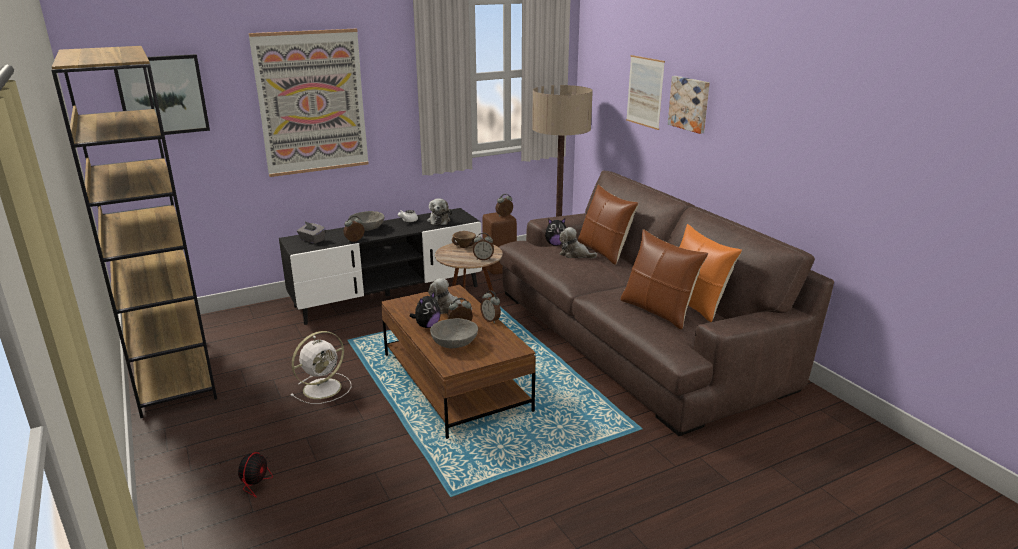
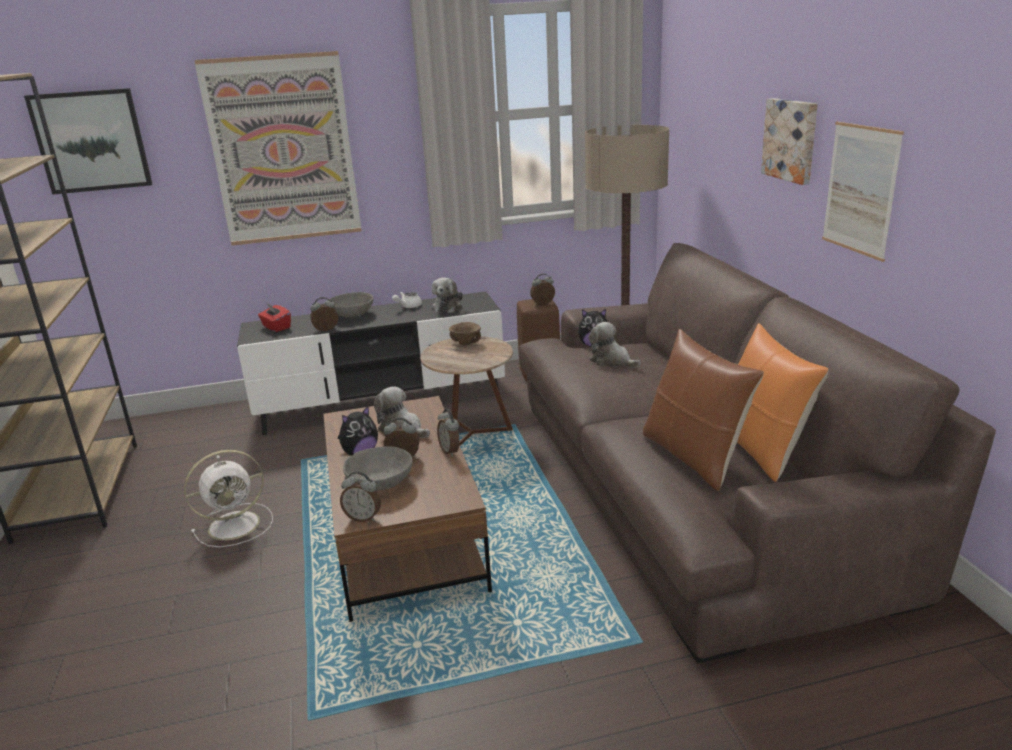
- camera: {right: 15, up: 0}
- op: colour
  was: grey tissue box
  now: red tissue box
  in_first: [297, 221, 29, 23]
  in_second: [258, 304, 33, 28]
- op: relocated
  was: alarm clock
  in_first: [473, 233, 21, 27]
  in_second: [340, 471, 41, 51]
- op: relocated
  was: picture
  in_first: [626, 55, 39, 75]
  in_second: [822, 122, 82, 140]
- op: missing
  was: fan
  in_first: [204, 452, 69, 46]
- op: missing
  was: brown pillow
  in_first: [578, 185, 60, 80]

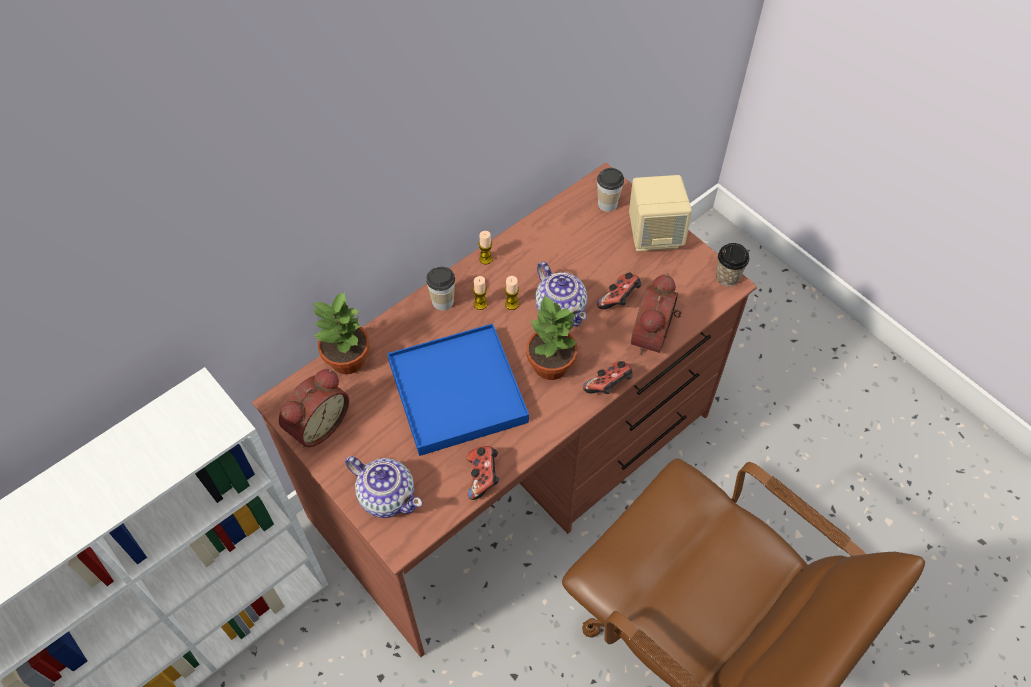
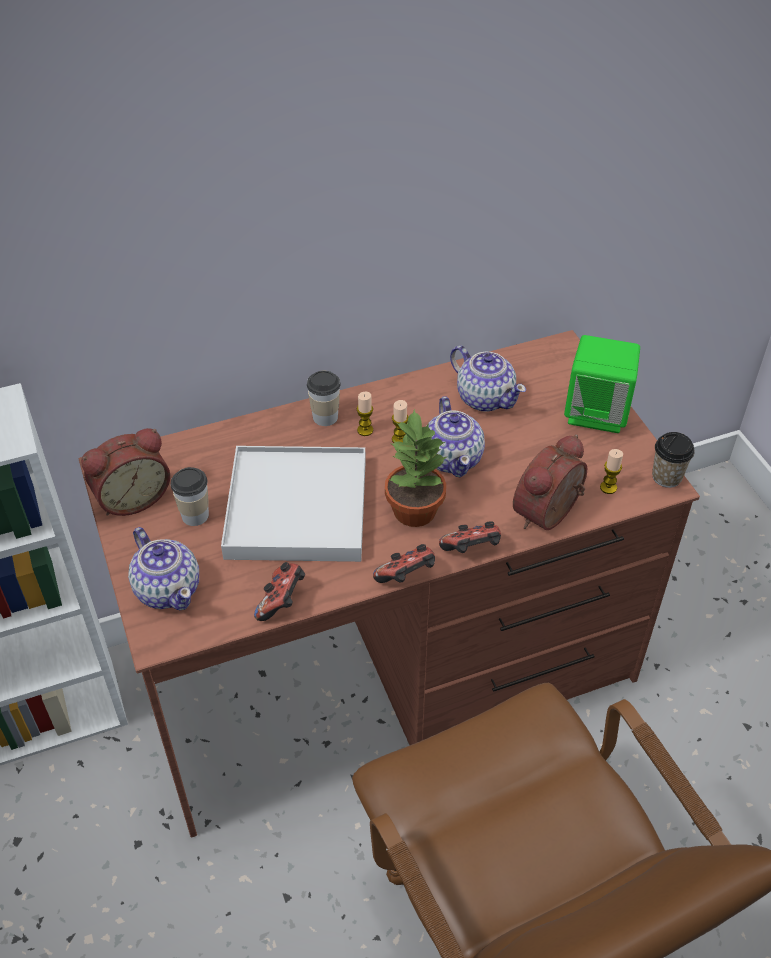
- camera: {right: 20, up: -10}
- op: relocated
  was: cup
  in_first: [597, 168, 27, 44]
  in_second: [171, 467, 38, 59]
- op: colour
  was: blue tray
  now: white tray
  in_first: [387, 323, 142, 133]
  in_second: [221, 446, 145, 116]
- op: relocated
  was: game controller
  in_first: [597, 272, 45, 38]
  in_second: [373, 544, 62, 39]
- op: appeared
  now: teapot
  in_second: [450, 345, 76, 67]
- op: colour
  was: beige speaker
  now: green speaker
  in_first: [629, 175, 63, 76]
  in_second: [564, 335, 76, 98]
- op: relocated
  was: candle
  in_first: [478, 231, 15, 33]
  in_second: [600, 449, 23, 45]
- op: missing
  was: potted plant
  in_first: [312, 292, 58, 82]

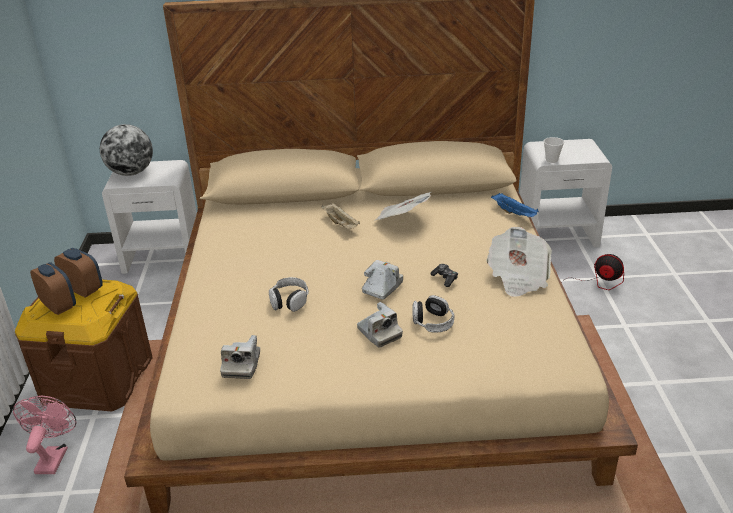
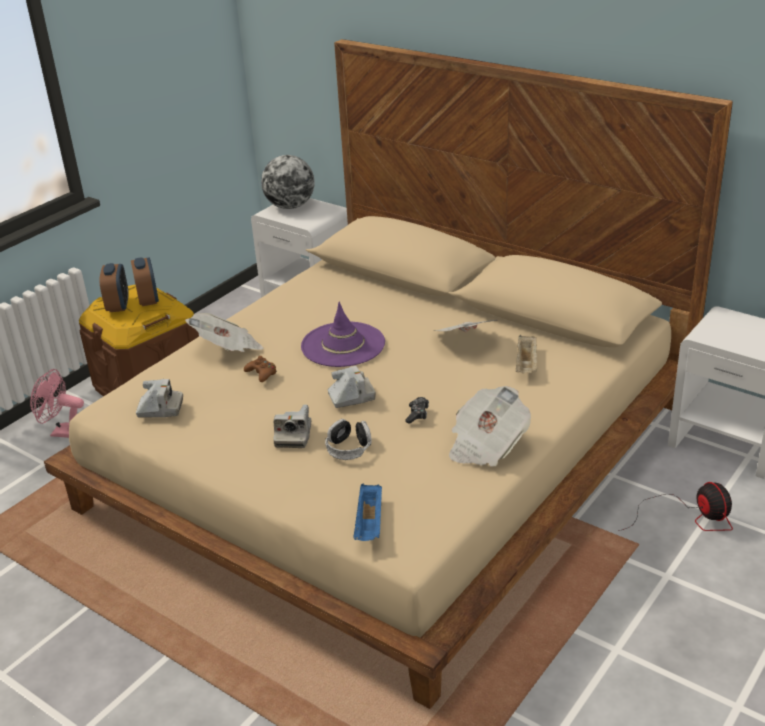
- camera: {right: 40, up: 0}
- op: spun
  was: pink fan
  in_first: [13, 396, 63, 78]
  in_second: [30, 369, 54, 69]
  clockwise: -120
- op: spun
  was: photo camera
  in_first: [220, 335, 40, 44]
  in_second: [136, 379, 47, 39]
  clockwise: -135
- op: appeared
  now: newspaper
  in_second: [185, 313, 79, 39]
- op: exchanged
  was: headphones
  now: brown game controller
  in_first: [269, 277, 40, 35]
  in_second: [244, 356, 33, 26]
- op: appeared
  now: purple hat
  in_second: [301, 302, 84, 65]
- op: relocated
  was: blue tray
  in_first: [491, 193, 48, 24]
  in_second: [353, 484, 29, 57]
- op: relocated
  was: beige tray
  in_first: [322, 203, 38, 26]
  in_second: [516, 335, 21, 38]
- op: missing
  was: cup
  in_first: [544, 137, 20, 26]

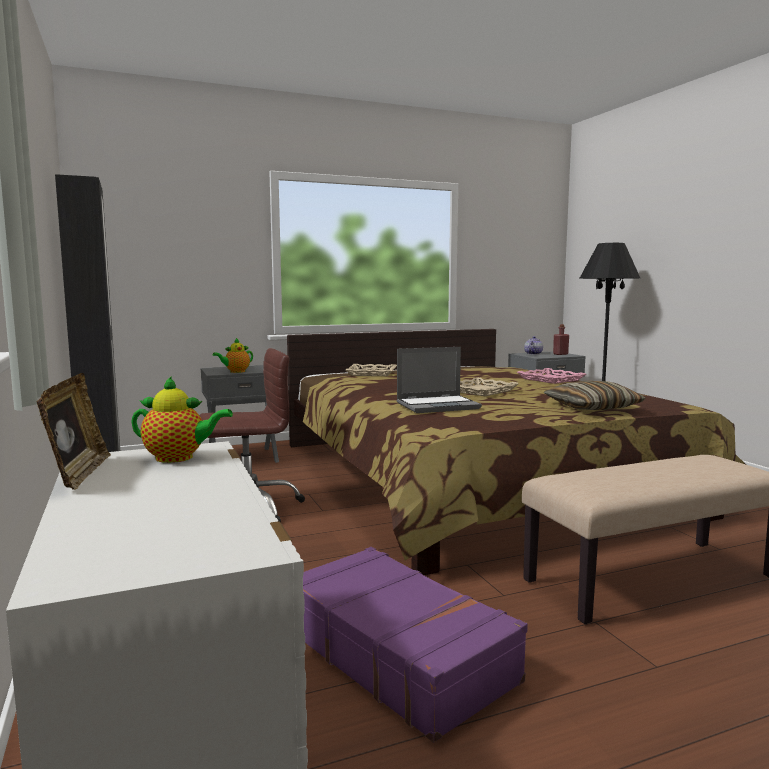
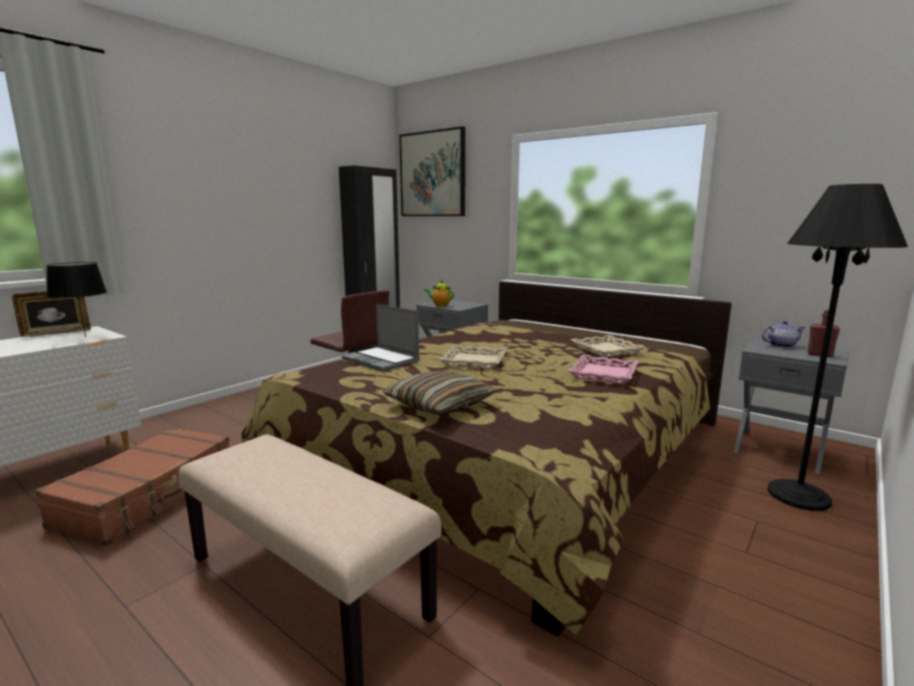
- camera: {right: 60, up: 5}
- op: colour
  was: purple suitcase
  now: brown suitcase
  in_first: [303, 547, 225, 196]
  in_second: [35, 427, 195, 119]
- op: exchanged
  was: teapot
  now: black table lamp
  in_first: [131, 376, 102, 87]
  in_second: [46, 262, 61, 75]
- op: appeared
  now: picture
  in_second: [399, 126, 66, 90]
- op: relocated
  was: beige tray
  in_first: [346, 364, 51, 12]
  in_second: [571, 335, 74, 22]

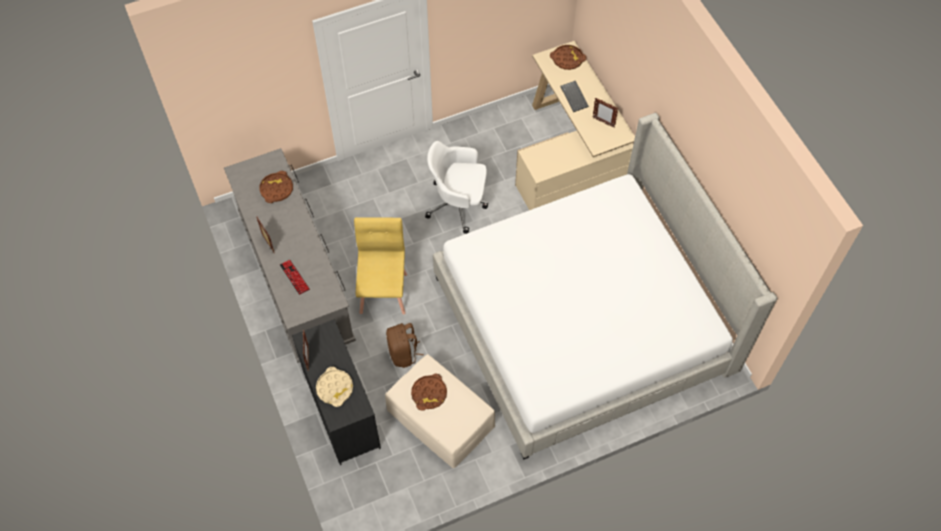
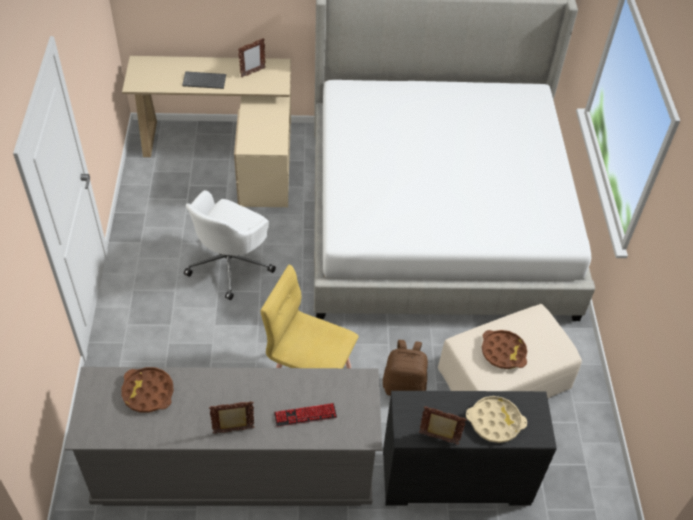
- camera: {right: -70, up: -10}
- op: missing
  was: brown tray
  in_first: [550, 45, 36, 25]

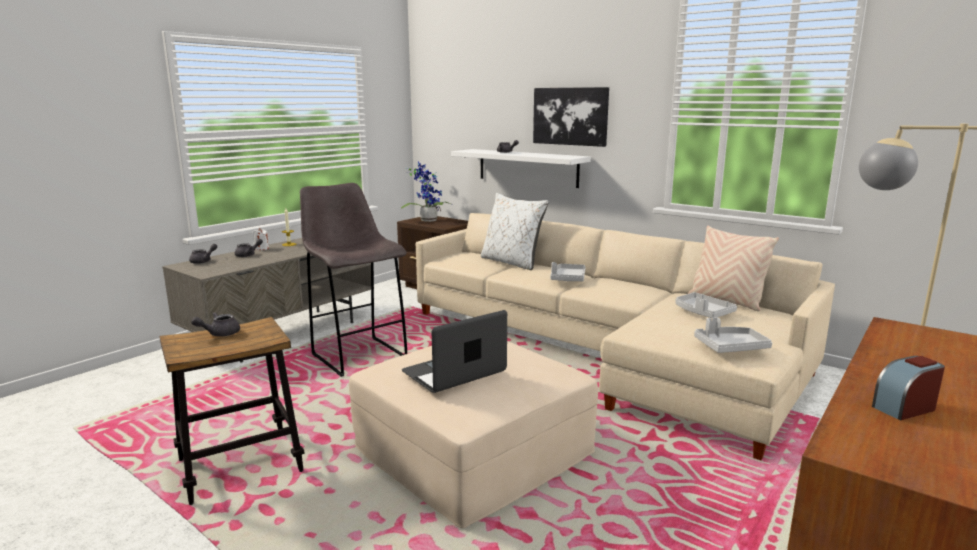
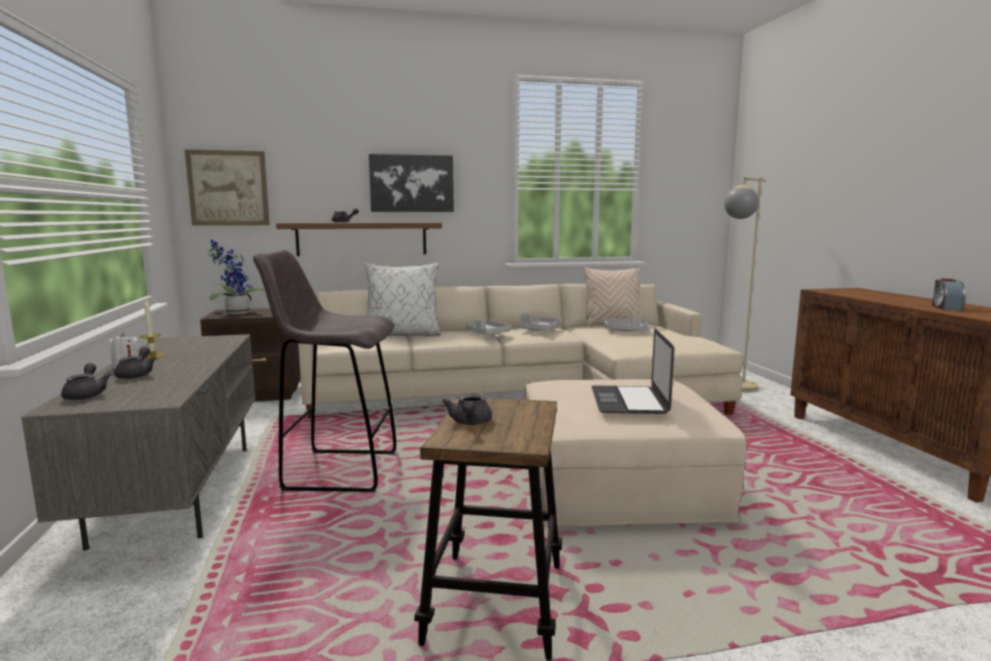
- camera: {right: -50, up: -5}
- op: appeared
  now: picture
  in_second: [185, 150, 85, 76]
- op: colour
  was: white shelf
  now: brown shelf
  in_first: [451, 149, 140, 39]
  in_second: [276, 222, 166, 34]
- op: relocated
  was: grey tray
  in_first: [694, 317, 78, 36]
  in_second: [518, 313, 44, 18]

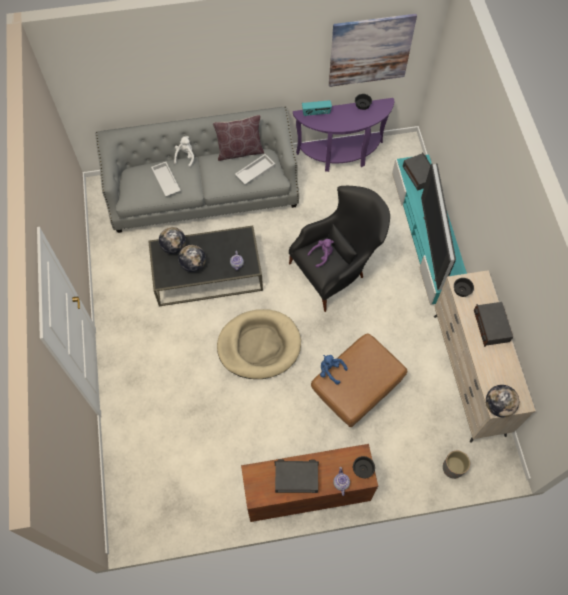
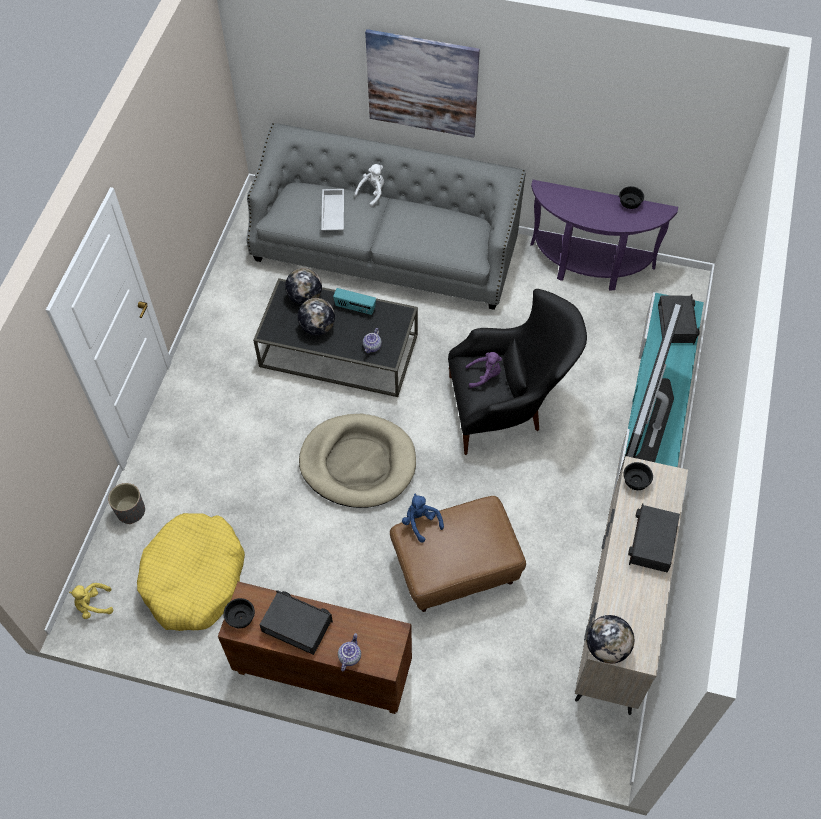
- camera: {right: 25, up: -5}
- op: appeared
  now: yellow plush toy
  in_second: [69, 583, 45, 36]
- op: relocated
  was: grey planter
  in_first: [443, 451, 27, 28]
  in_second: [108, 483, 37, 41]
- op: appeared
  now: yellow dog bed
  in_second: [137, 513, 108, 118]
- op: relocated
  was: black bowl
  in_first: [353, 456, 22, 22]
  in_second: [223, 598, 32, 31]
- op: relocated
  was: radio
  in_first: [302, 100, 30, 16]
  in_second: [333, 288, 43, 27]
- op: relocated
  was: picture
  in_first: [329, 14, 88, 73]
  in_second: [365, 29, 115, 109]
- op: missing
  was: brown pillow
  in_first: [213, 115, 51, 46]
- op: missing
  was: white tray
  in_first: [235, 154, 40, 30]

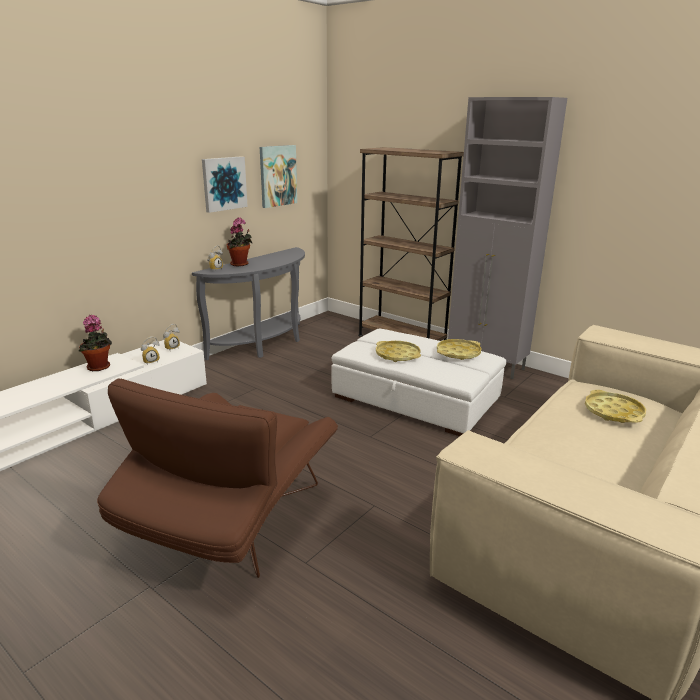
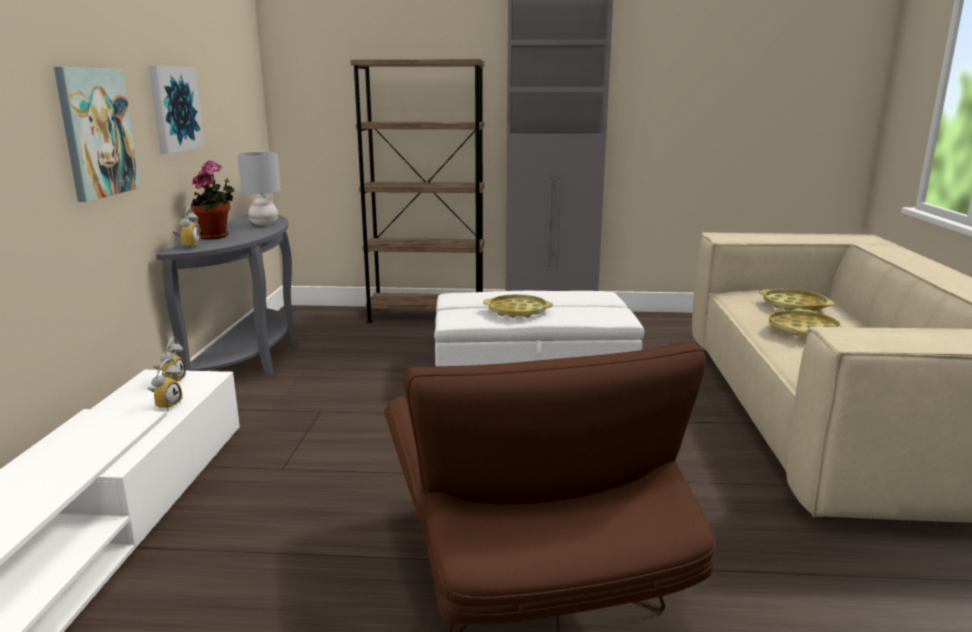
- camera: {right: -35, up: -5}
- op: relocated
  was: picture
  in_first: [260, 145, 37, 63]
  in_second: [54, 67, 87, 135]
- op: appeared
  now: grey table lamp
  in_second: [237, 152, 44, 74]
- op: relocated
  was: yellow tray
  in_first: [437, 339, 45, 21]
  in_second: [769, 309, 73, 27]
- op: missing
  was: potted plant
  in_first: [79, 315, 33, 56]

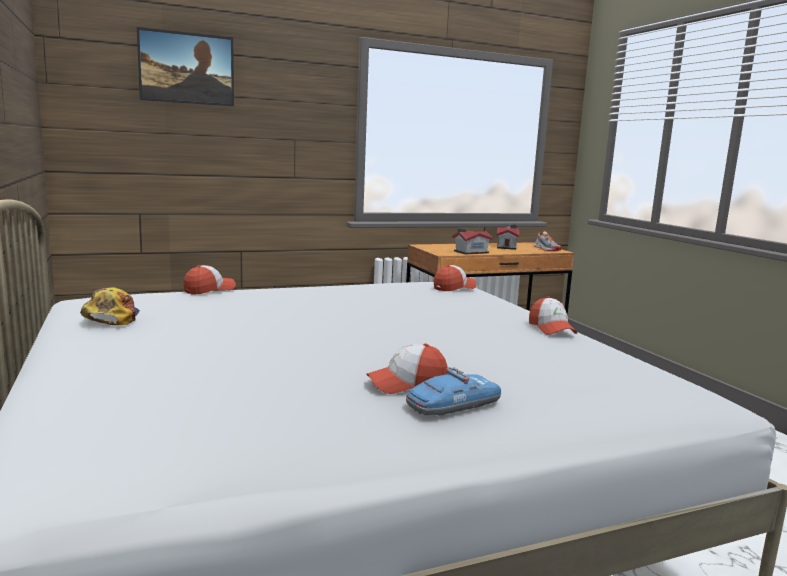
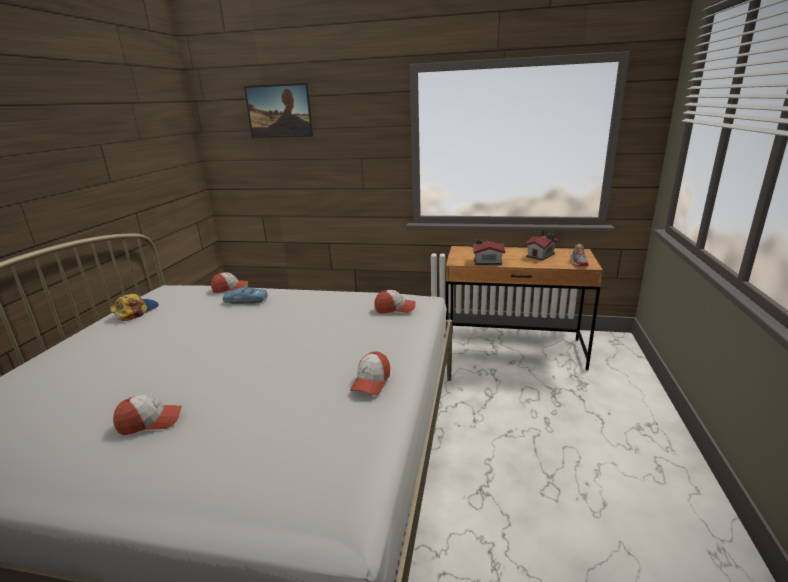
- camera: {right: 35, up: 10}
- op: spun
  was: cap
  in_first: [366, 343, 81, 51]
  in_second: [113, 395, 69, 40]
  clockwise: 150
- op: relocated
  was: toy car
  in_first: [406, 367, 95, 49]
  in_second: [223, 285, 45, 19]

